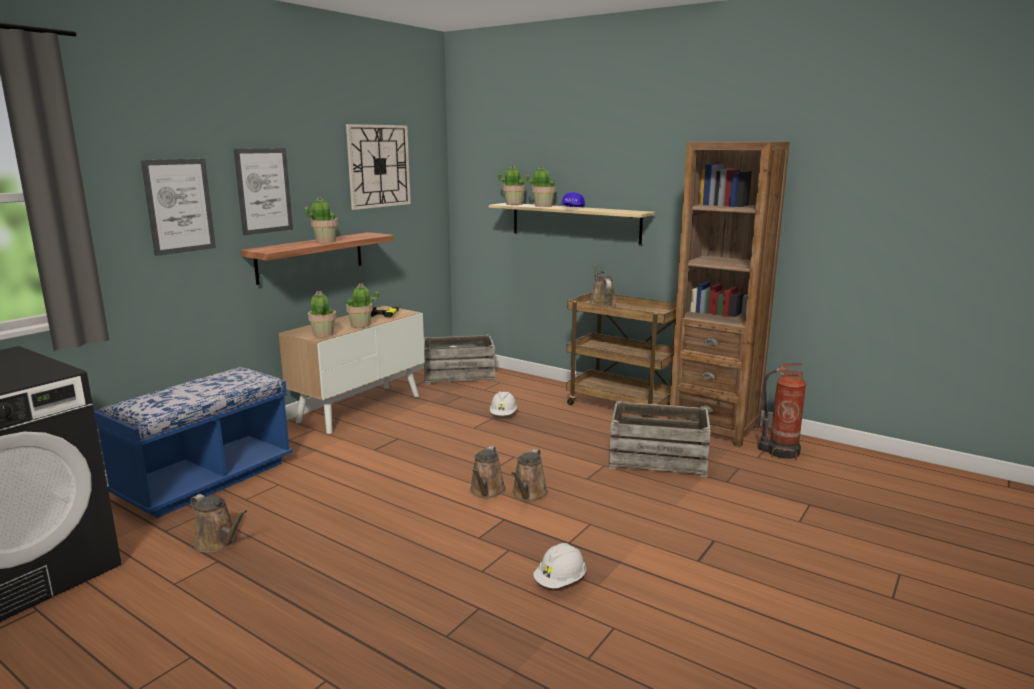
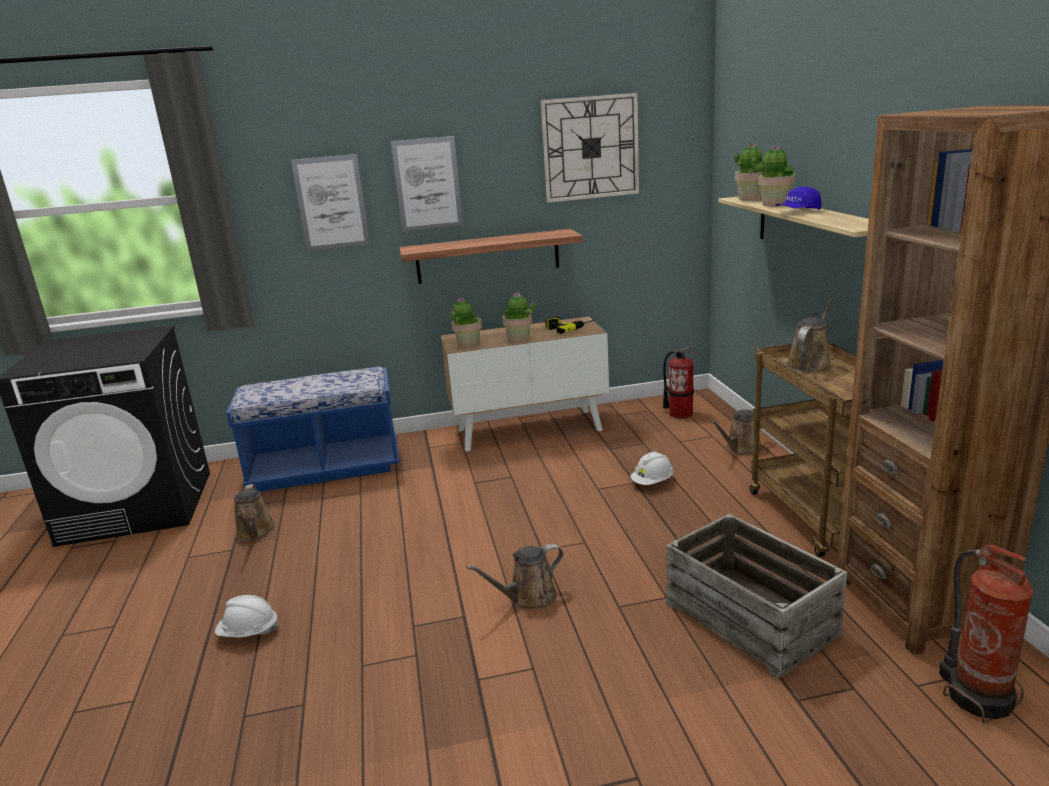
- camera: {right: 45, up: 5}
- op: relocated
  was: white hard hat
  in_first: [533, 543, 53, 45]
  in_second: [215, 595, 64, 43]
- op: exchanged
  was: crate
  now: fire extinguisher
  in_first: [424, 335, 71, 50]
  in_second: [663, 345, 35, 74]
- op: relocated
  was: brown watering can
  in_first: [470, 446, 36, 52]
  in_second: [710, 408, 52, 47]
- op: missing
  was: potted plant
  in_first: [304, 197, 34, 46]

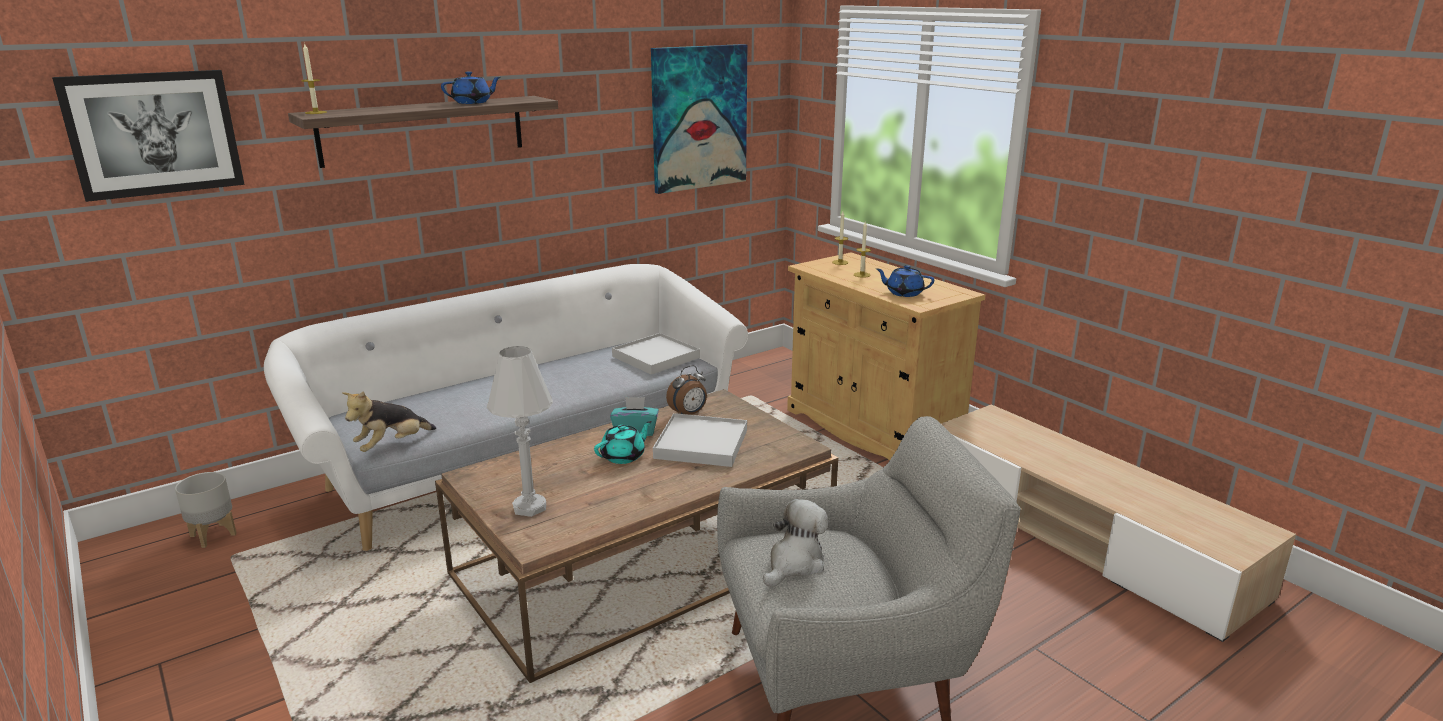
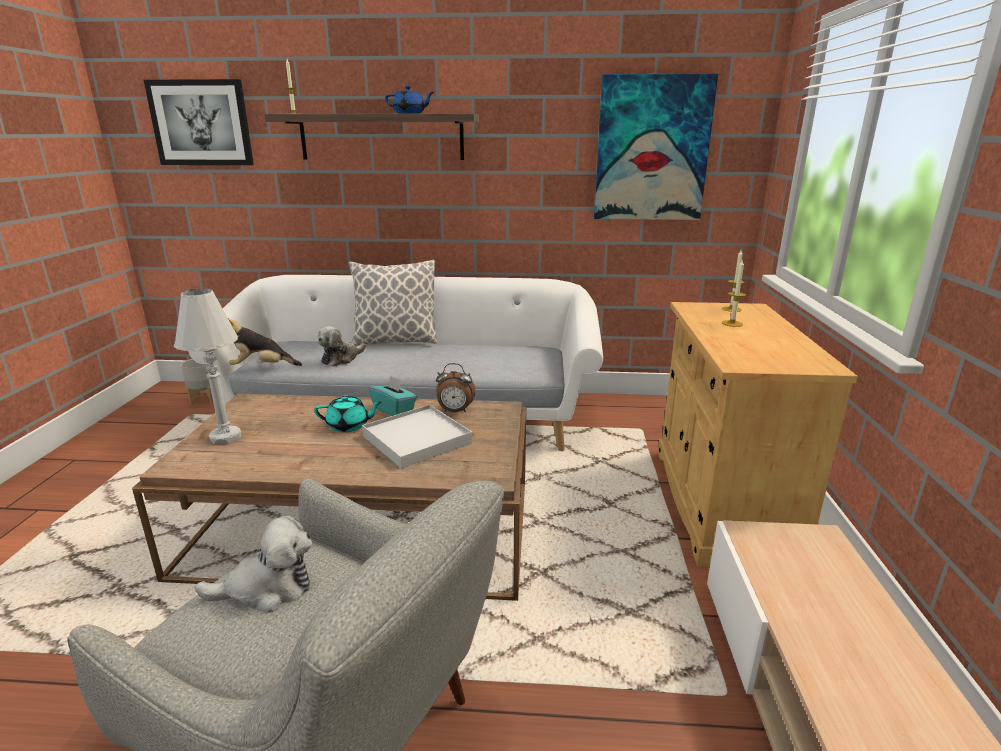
- camera: {right: 40, up: 0}
- op: appeared
  now: plush toy
  in_second: [318, 326, 48, 41]
- op: appeared
  now: pillow
  in_second: [349, 260, 88, 86]
- op: missing
  was: white tray
  in_first: [612, 333, 88, 42]
- op: missing
  was: blue teapot
  in_first: [876, 265, 58, 32]

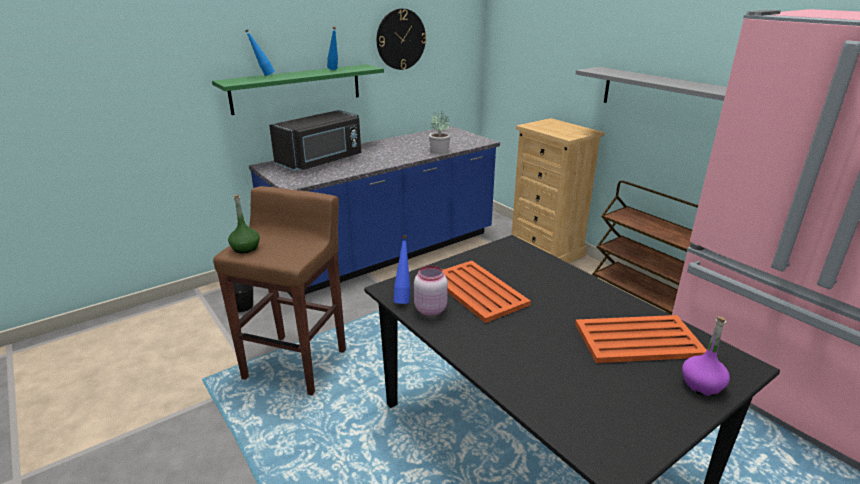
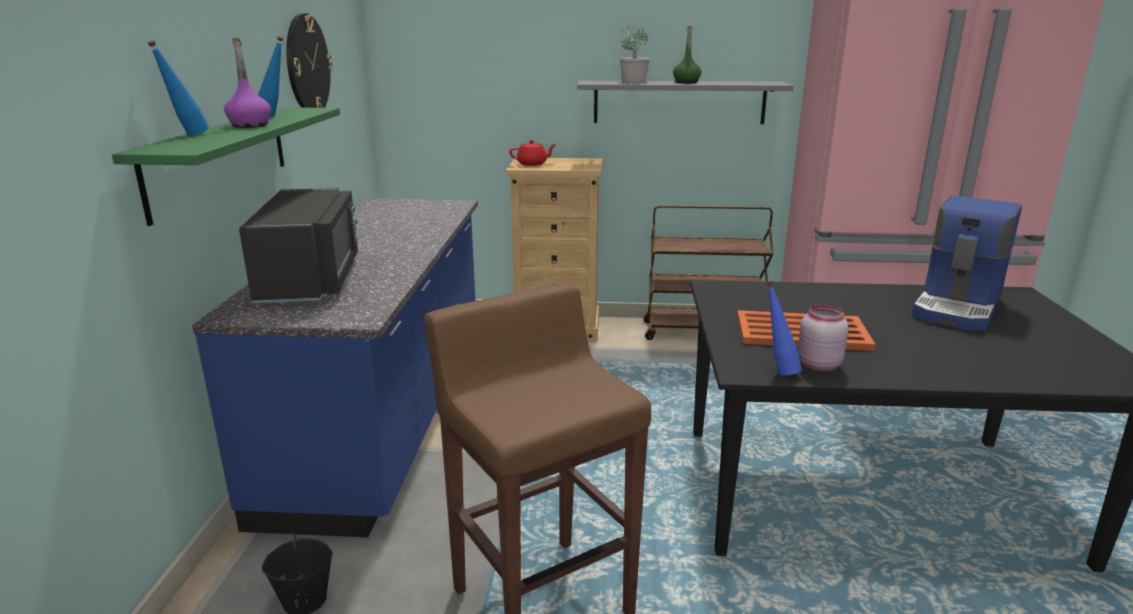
- camera: {right: -50, up: -5}
- op: relocated
  was: purple bottle
  in_first: [682, 316, 48, 80]
  in_second: [224, 38, 47, 90]
- op: appeared
  now: red teapot
  in_second: [509, 140, 48, 26]
- op: relocated
  was: potted plant
  in_first: [429, 113, 22, 41]
  in_second: [620, 26, 29, 57]
- op: relocated
  was: green bottle
  in_first: [228, 194, 32, 59]
  in_second: [673, 25, 28, 59]
- op: exchanged
  was: orange tray
  now: coffee machine
  in_first: [575, 315, 132, 48]
  in_second: [912, 196, 110, 135]

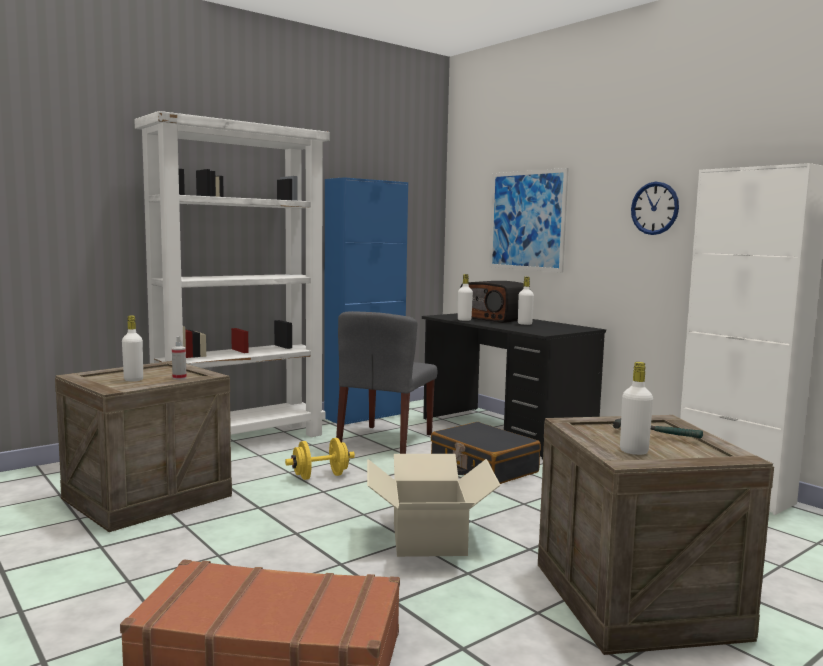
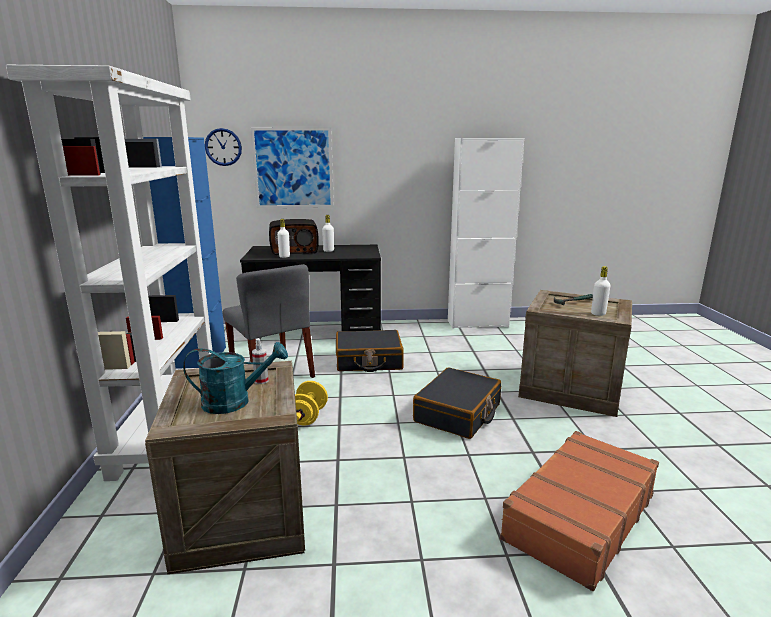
- camera: {right: -55, up: 10}
- op: exchanged
  was: white bottle
  now: turquoise watering can
  in_first: [122, 315, 21, 66]
  in_second: [183, 342, 105, 72]
- op: relocated
  was: wall clock
  in_first: [631, 182, 48, 53]
  in_second: [205, 128, 37, 38]
- op: exchanged
  was: cardboard box
  now: black suitcase
  in_first: [367, 454, 134, 103]
  in_second: [413, 367, 88, 72]

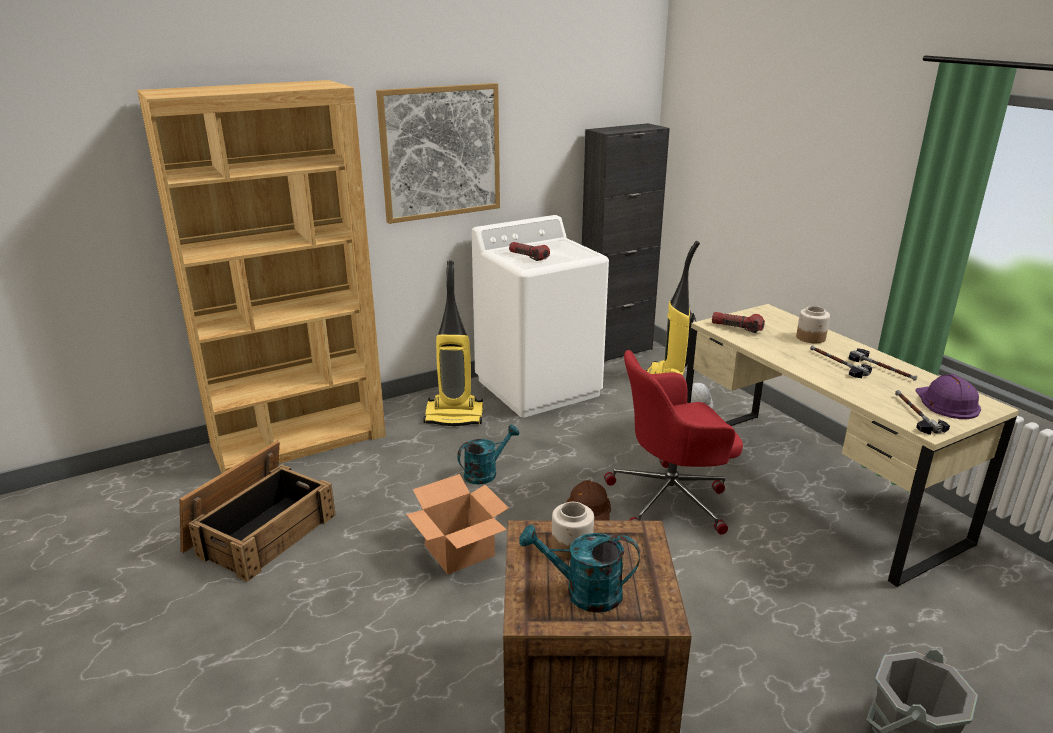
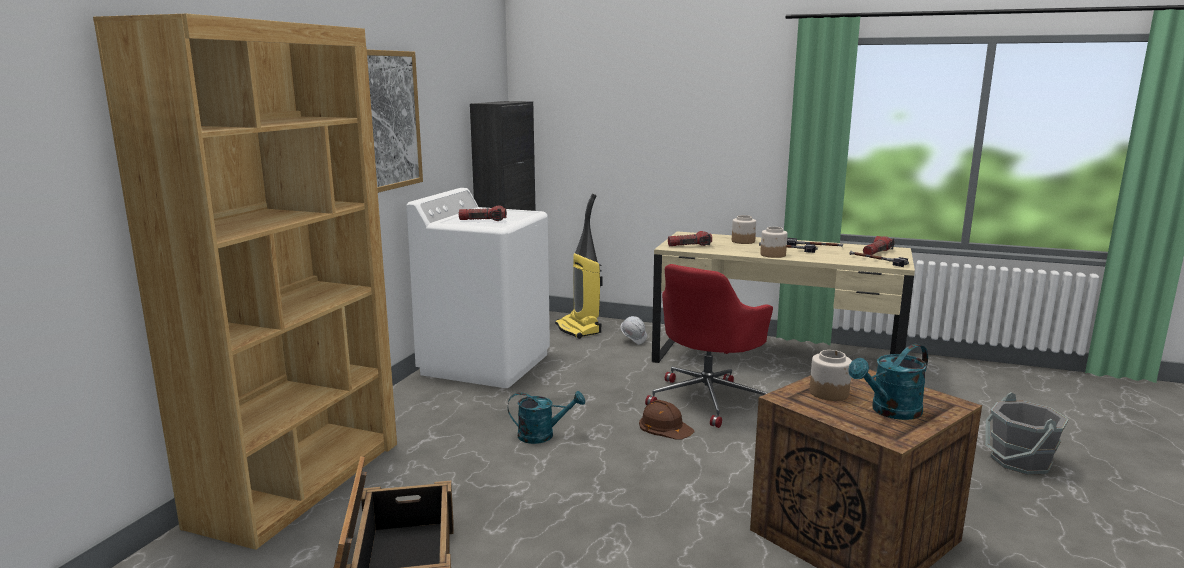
- camera: {right: -40, up: -10}
- op: spun
  was: turquoise watering can
  in_first: [457, 425, 63, 60]
  in_second: [508, 391, 77, 53]
  clockwise: 75
- op: appeared
  now: jar
  in_second: [760, 227, 27, 31]
- op: exchanged
  was: purple hard hat
  now: flashlight
  in_first: [915, 374, 66, 45]
  in_second: [863, 236, 31, 19]
- op: missing
  was: cardboard box
  in_first: [406, 474, 103, 100]
- op: missing
  was: vacuum cleaner
  in_first: [423, 261, 60, 165]

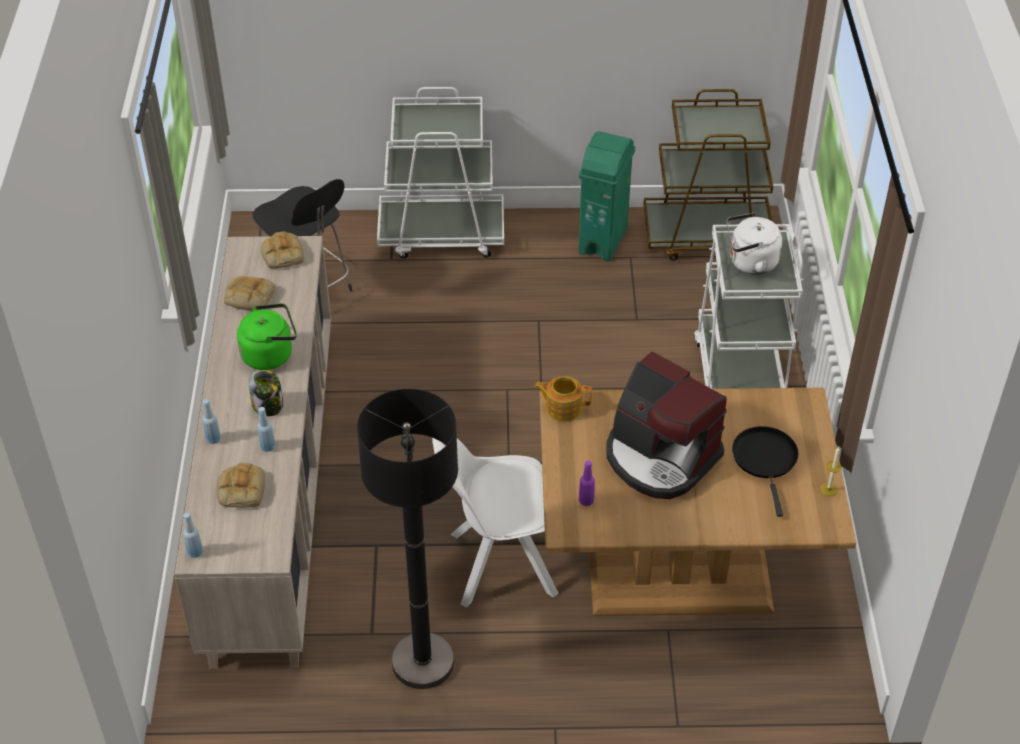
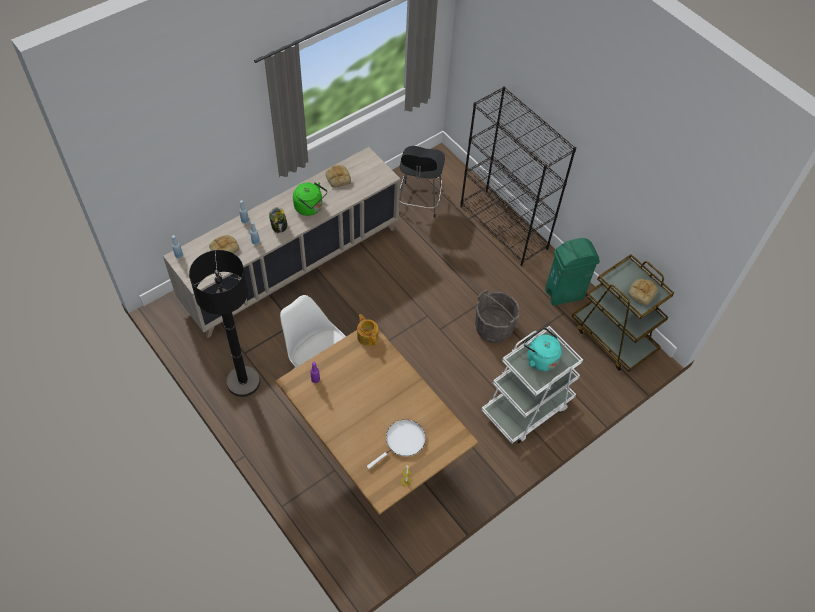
- camera: {right: 50, up: 10}
- op: colour
  was: black frying pan
  now: white frying pan
  in_first: [732, 426, 67, 91]
  in_second: [367, 420, 59, 49]
- op: exchanged
  was: white cart
  now: black bookcase
  in_first: [377, 87, 127, 172]
  in_second: [460, 86, 116, 180]
- op: appeared
  now: grey bucket
  in_second: [475, 289, 45, 54]
- op: colour
  was: white kettle
  now: turquoise kettle
  in_first: [727, 213, 55, 62]
  in_second: [524, 328, 38, 43]
- op: relocated
  was: bread
  in_first: [260, 232, 44, 36]
  in_second: [628, 279, 30, 26]
- op: missing
  was: coffee machine
  in_first: [606, 351, 121, 148]

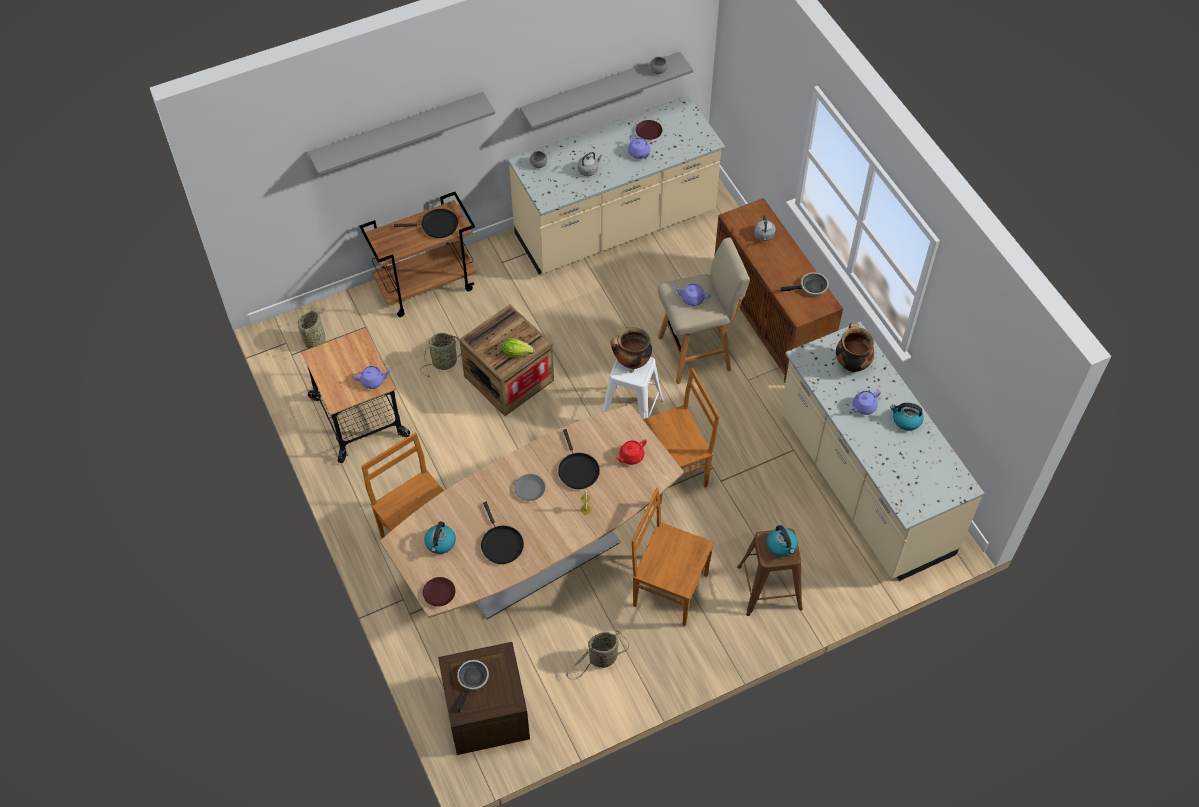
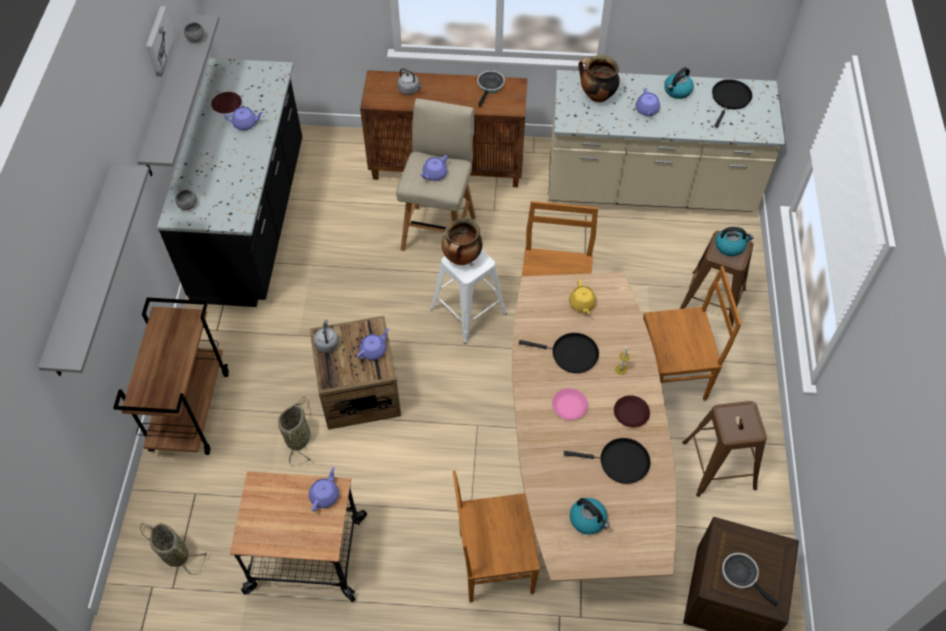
- camera: {right: -60, up: 0}
- op: appeared
  now: picture
  in_second: [146, 6, 30, 71]
- op: colour
  was: beige counter
  now: black counter
  in_first: [508, 95, 217, 179]
  in_second: [157, 58, 145, 249]
- op: relocated
  was: grey kettle
  in_first: [578, 152, 24, 24]
  in_second: [313, 319, 26, 34]
- op: exchanged
  was: lettuce
  now: purple teapot
  in_first: [502, 338, 33, 20]
  in_second: [357, 328, 32, 32]
- op: colour
  was: grey plate
  now: pink plate
  in_first: [514, 474, 31, 27]
  in_second: [552, 388, 36, 32]
- op: colour
  was: red teapot
  now: yellow teapot
  in_first: [615, 439, 32, 26]
  in_second: [569, 280, 27, 34]
- op: relocated
  was: brown plate
  in_first: [423, 577, 32, 30]
  in_second: [614, 395, 36, 32]
- op: spun
  was: brown chair
  in_first: [632, 488, 82, 138]
  in_second: [643, 266, 99, 135]
  clockwise: -150
- op: exchanged
  was: basket
  now: brown stool
  in_first: [566, 630, 63, 50]
  in_second: [683, 401, 84, 96]
- op: relocated
  was: black frying pan
  in_first: [394, 209, 64, 29]
  in_second: [712, 79, 40, 49]

